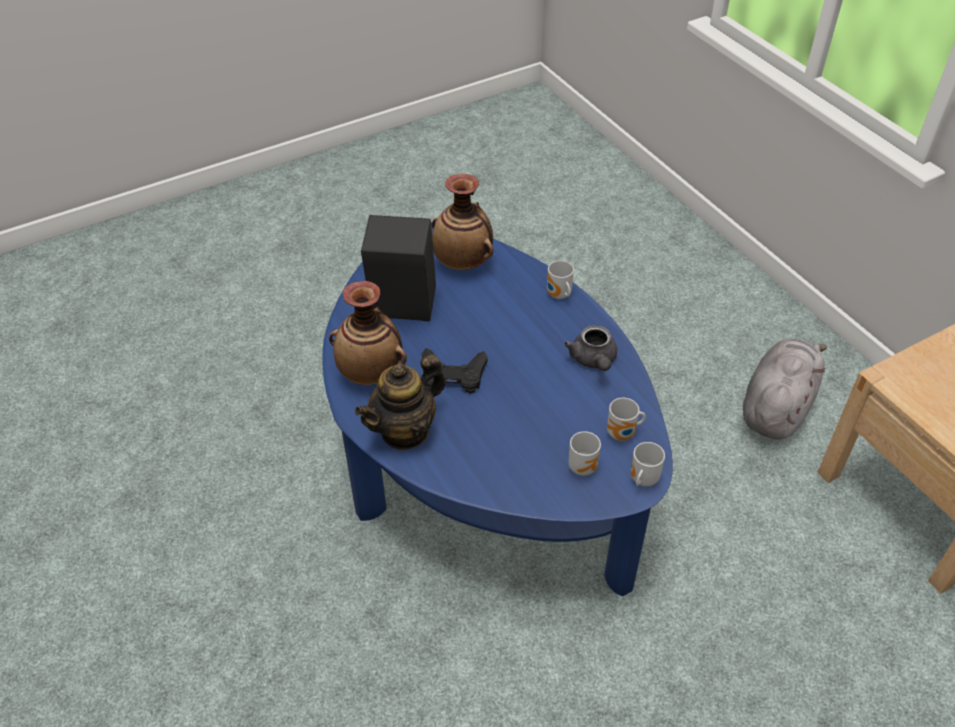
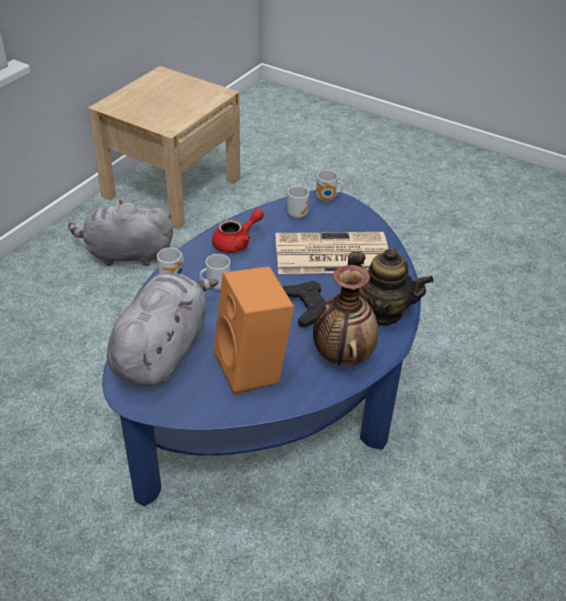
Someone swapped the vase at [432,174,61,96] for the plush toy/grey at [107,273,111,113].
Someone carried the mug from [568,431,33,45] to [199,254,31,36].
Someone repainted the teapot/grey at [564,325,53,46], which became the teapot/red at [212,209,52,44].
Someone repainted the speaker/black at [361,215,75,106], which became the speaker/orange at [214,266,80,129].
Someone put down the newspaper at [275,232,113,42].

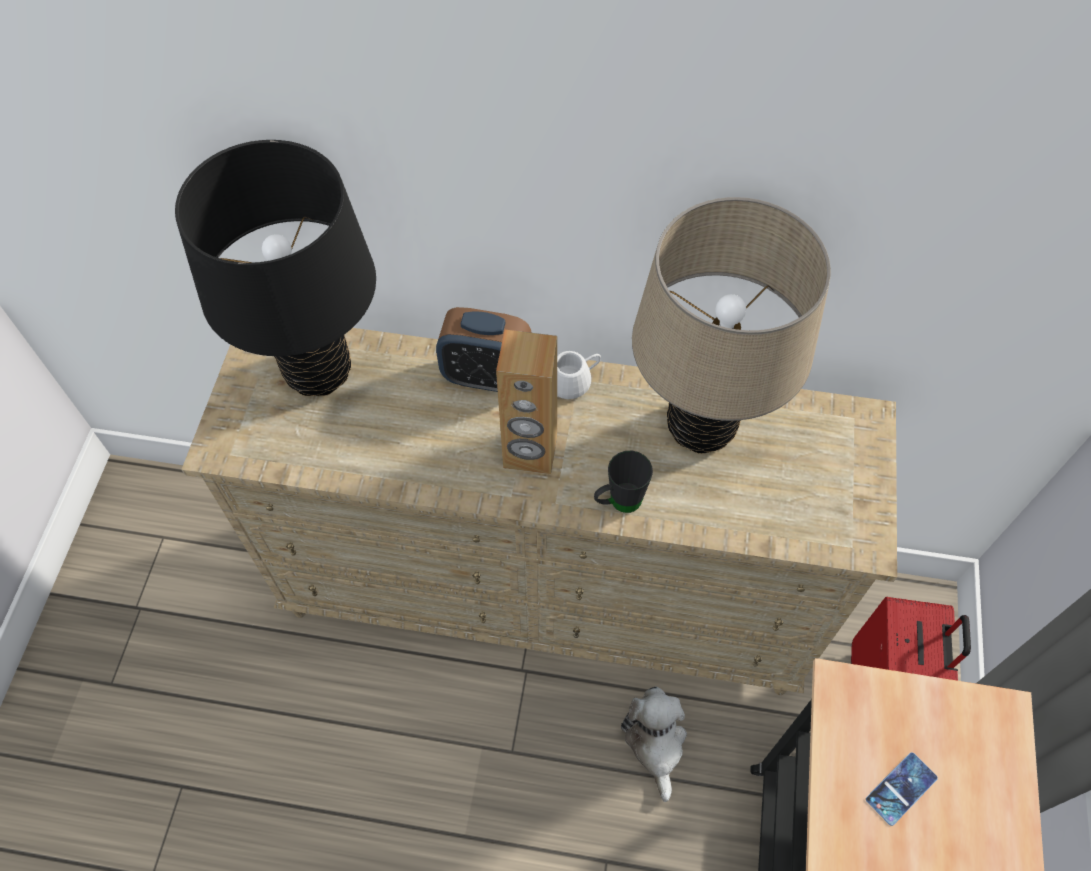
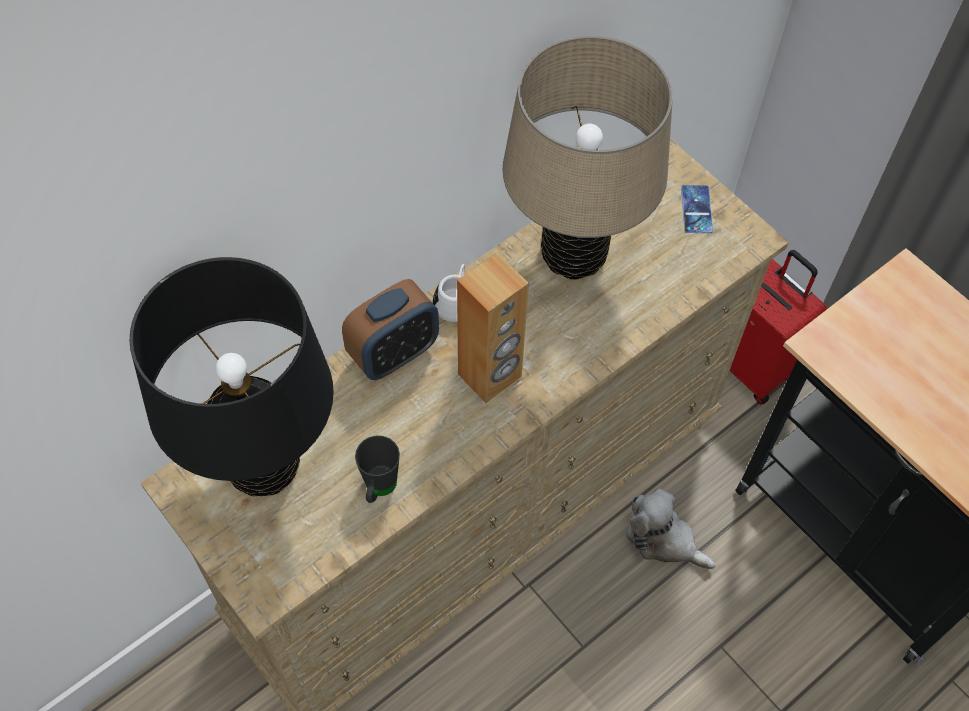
Someone carried the mug/black from [594,451,59,62] to [355,435,45,68].
Someone carried the phone from [866,752,72,74] to [681,185,32,48].

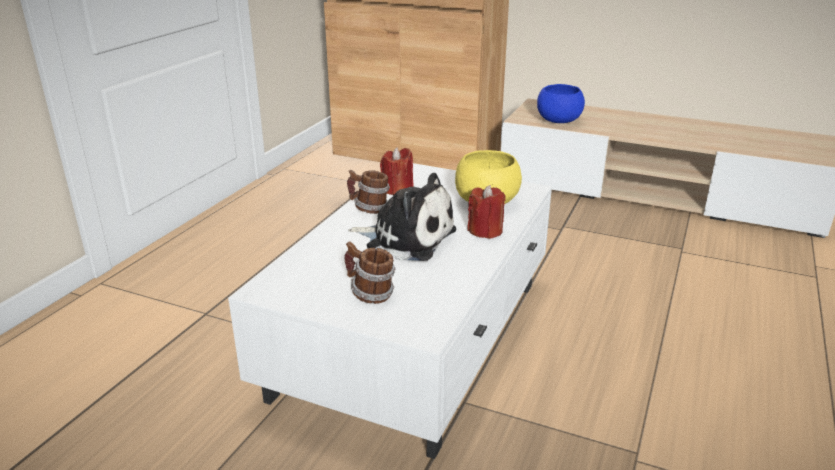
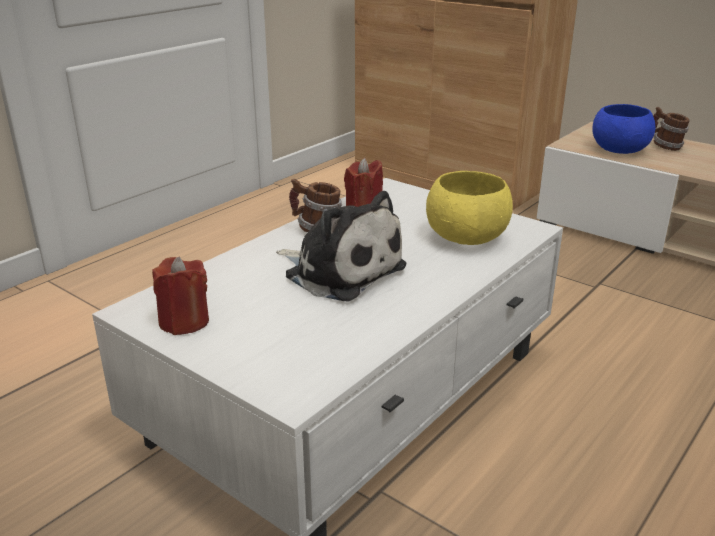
Someone carried the candle/red from [467,185,39,54] to [152,256,57,79].
Someone carried the mug from [344,241,52,63] to [653,107,37,44].

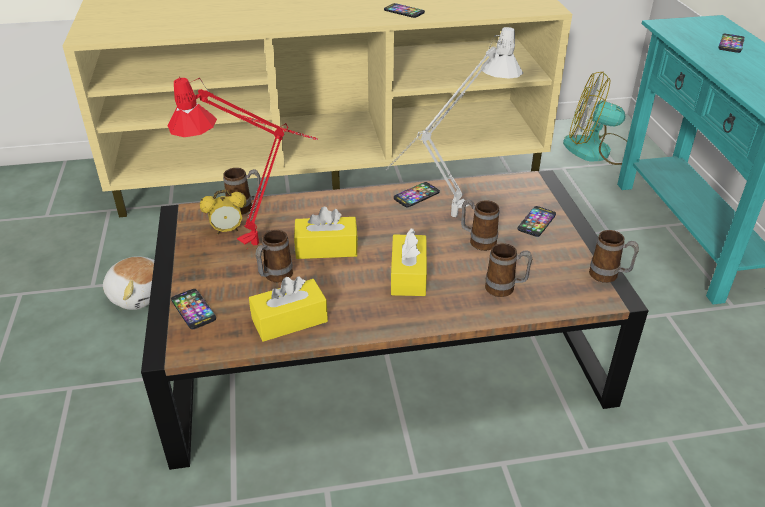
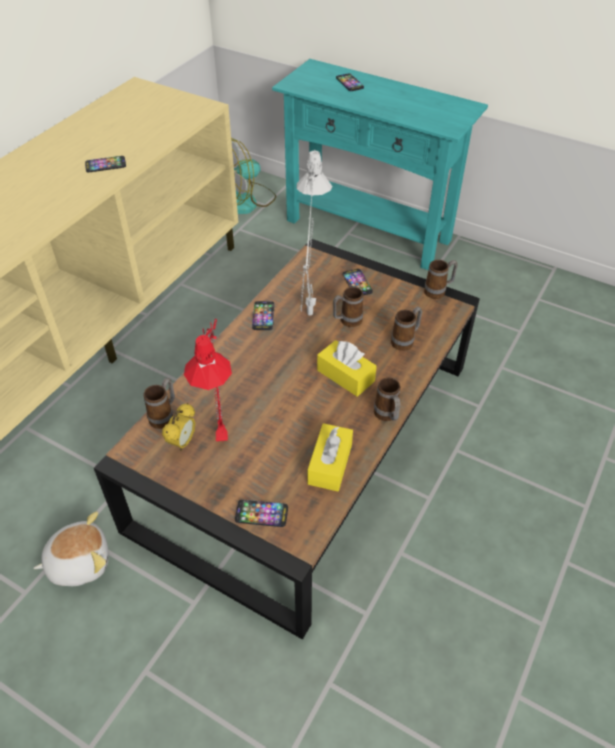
Someone carried the mug from [256,230,37,52] to [374,377,27,44].
Someone took away the tissue box/yellow at [294,206,64,53].

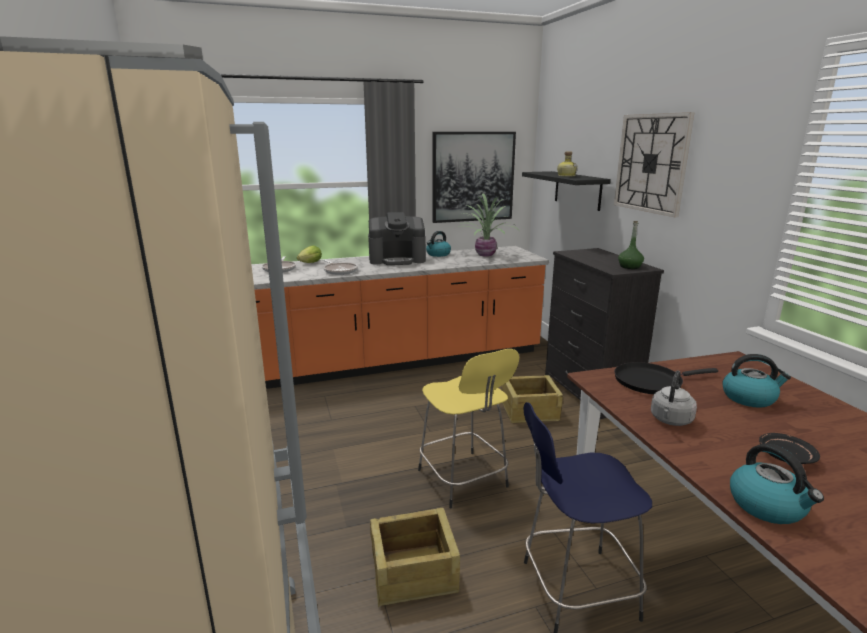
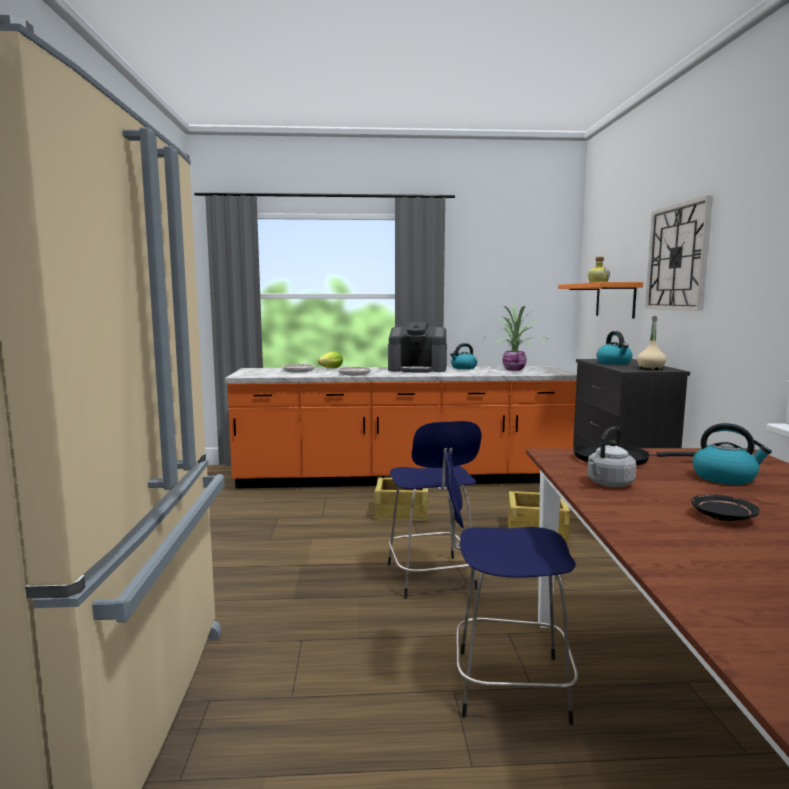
Someone carried the crate from [370,508,90,99] to [374,477,54,44].
Someone repainted the stool/yellow at [418,349,101,160], which became the stool/blue at [388,421,93,178].
Someone repainted the shelf/black at [522,171,89,40], which became the shelf/orange at [558,282,85,36].
Someone carried the kettle from [730,443,94,81] to [596,331,36,34].
Someone repainted the bottle/green at [618,221,26,48], which became the bottle/beige at [637,316,30,54].
Someone took away the picture at [432,132,84,91].

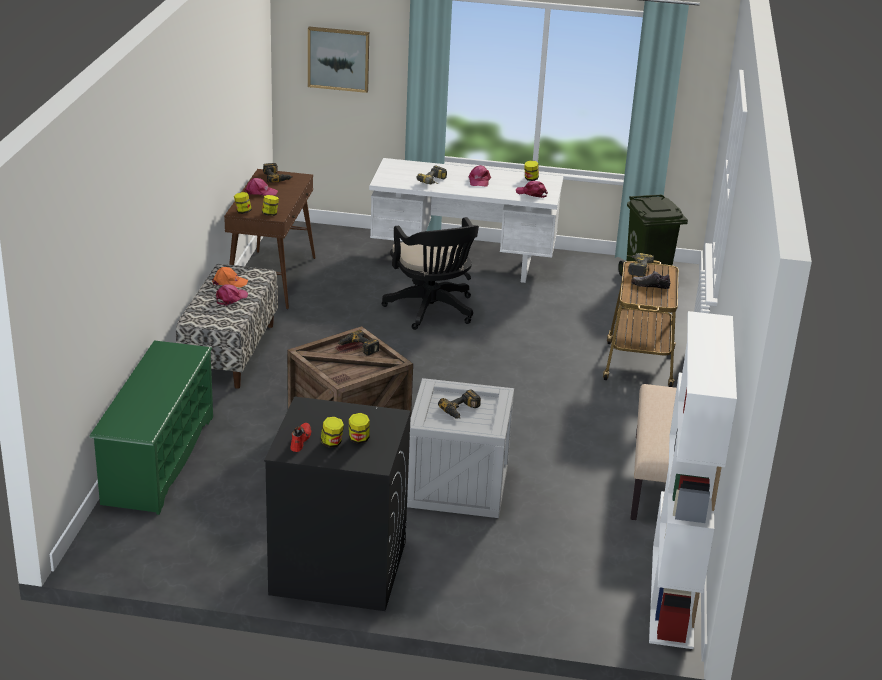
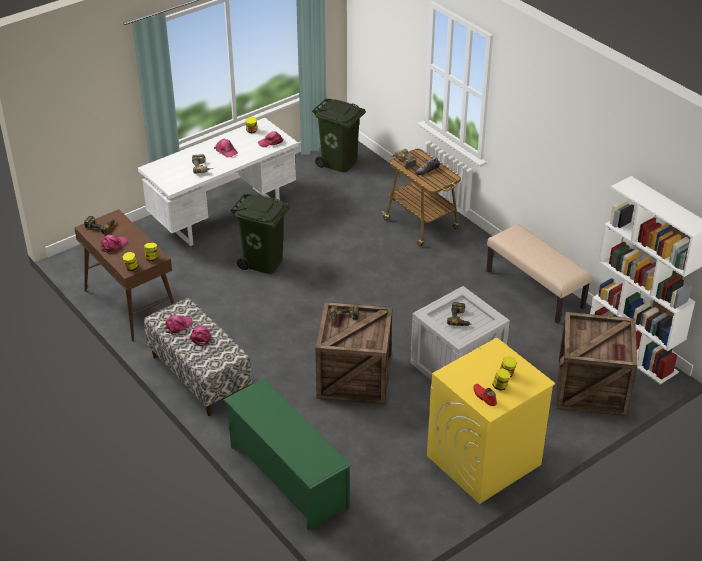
Someone repainted the cap/orange at [212,267,36,21], which became the cap/pink at [166,315,27,20].
Someone swapped the office chair/black at [382,217,97,113] for the trash can/green at [231,194,59,80].
Someone repainted the washing machine/black at [264,396,147,215], which became the washing machine/yellow at [427,337,128,167].
Someone put down the crate at [557,312,80,104].
Someone took away the picture at [308,27,61,66].

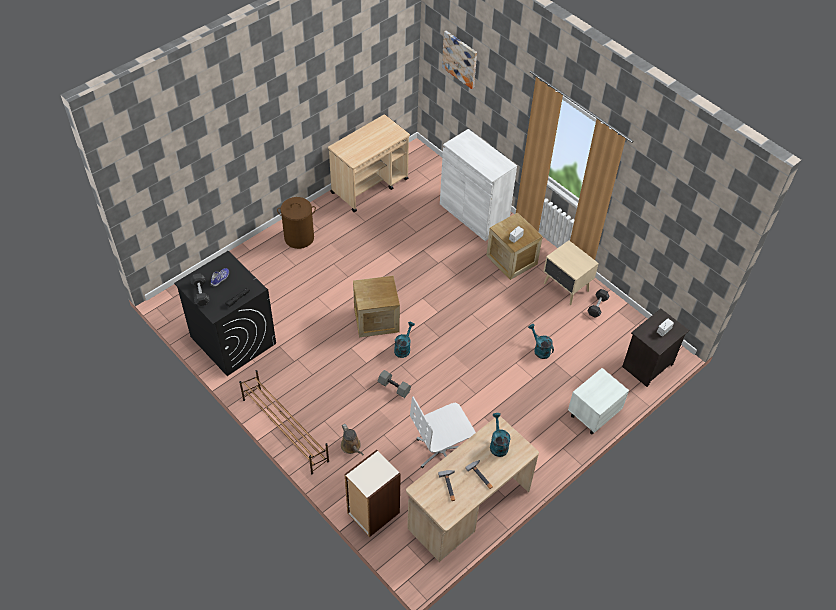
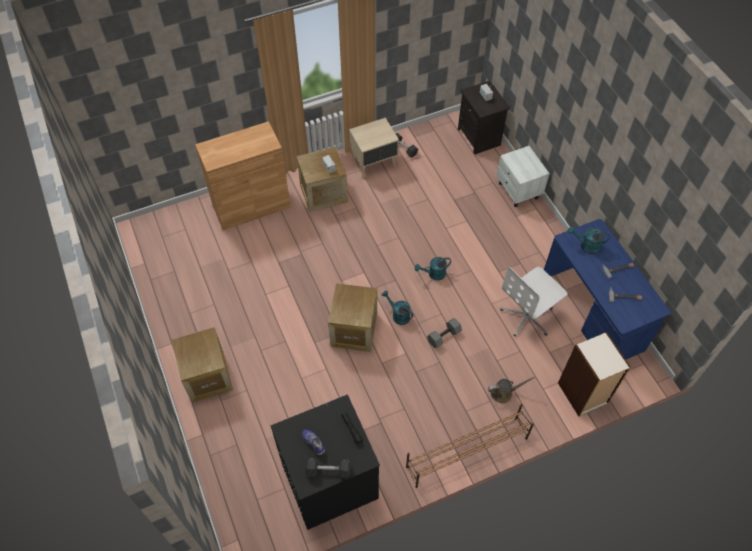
Someone swapped the laundry basket/brown at [277,197,39,52] for the crate at [172,327,61,75].
Someone repainted the cabinet/white at [440,129,77,112], which became the cabinet/brown at [195,121,96,109].
Someone carried the watering can/turquoise from [528,324,26,35] to [415,257,36,23].
Someone rotated the office chair/white at [410,396,66,72] by 60 degrees clockwise.
Someone repainted the desk/beige at [406,416,133,146], which became the desk/blue at [544,219,127,140].
Someone took away the cart/beige at [328,114,82,98].
Someone took away the picture at [442,31,35,58].

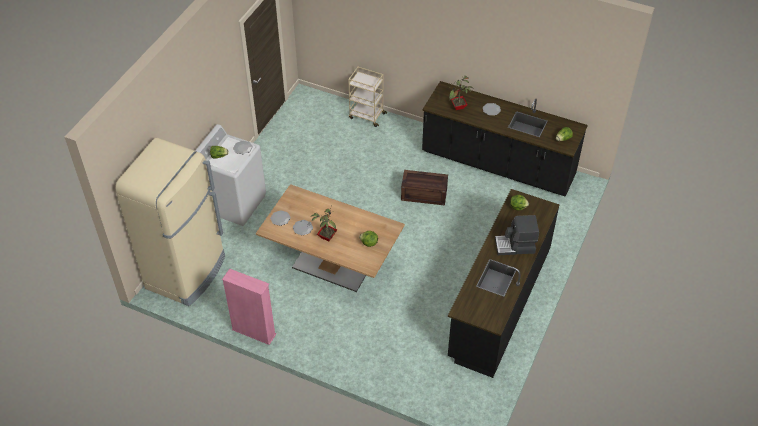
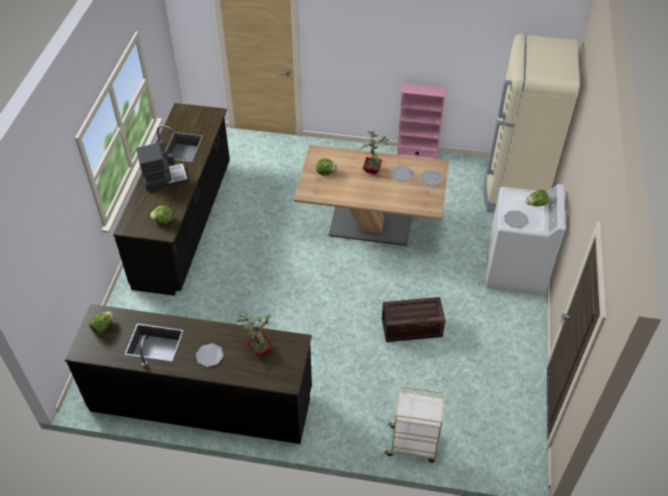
Someone carried the crate from [401,170,47,35] to [382,297,64,45].

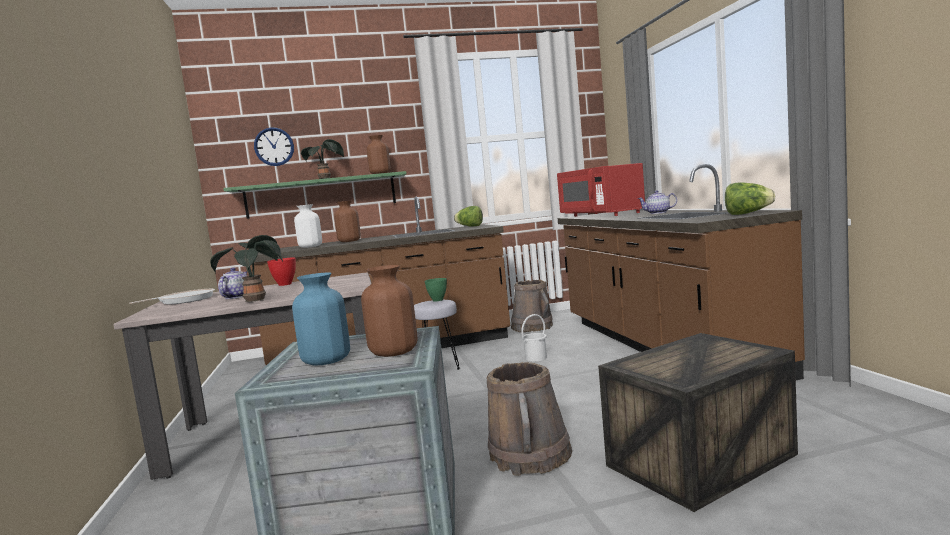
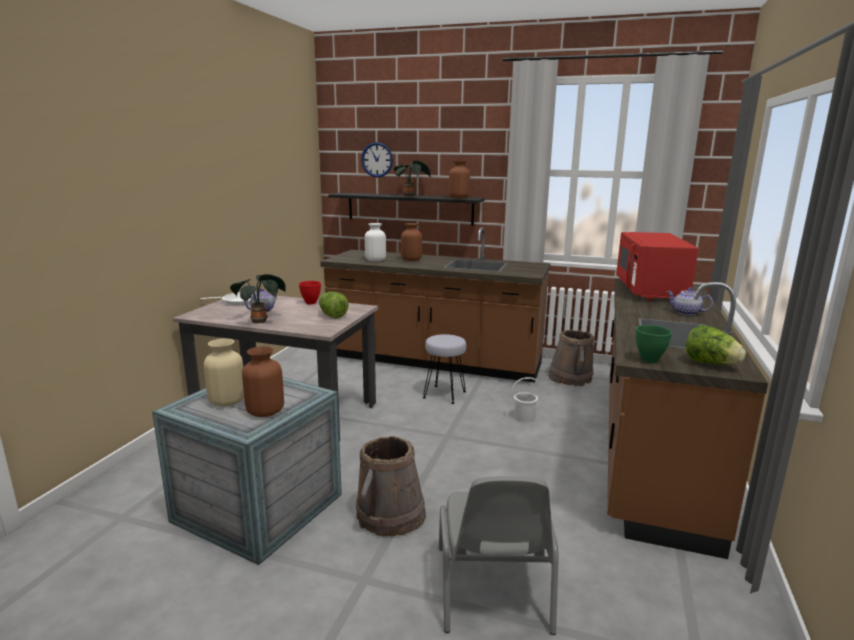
Someone repainted the vase/blue at [292,273,58,92], which became the vase/beige at [204,338,40,69].
Someone carried the lettuce from [454,206,29,21] to [319,292,30,27].
Someone repainted the shelf/green at [223,171,184,47], which became the shelf/black at [328,193,157,33].
Someone swapped the crate at [598,333,200,179] for the chair/grey at [439,476,120,159].
Someone carried the bowl/green from [425,278,22,23] to [636,325,36,38].

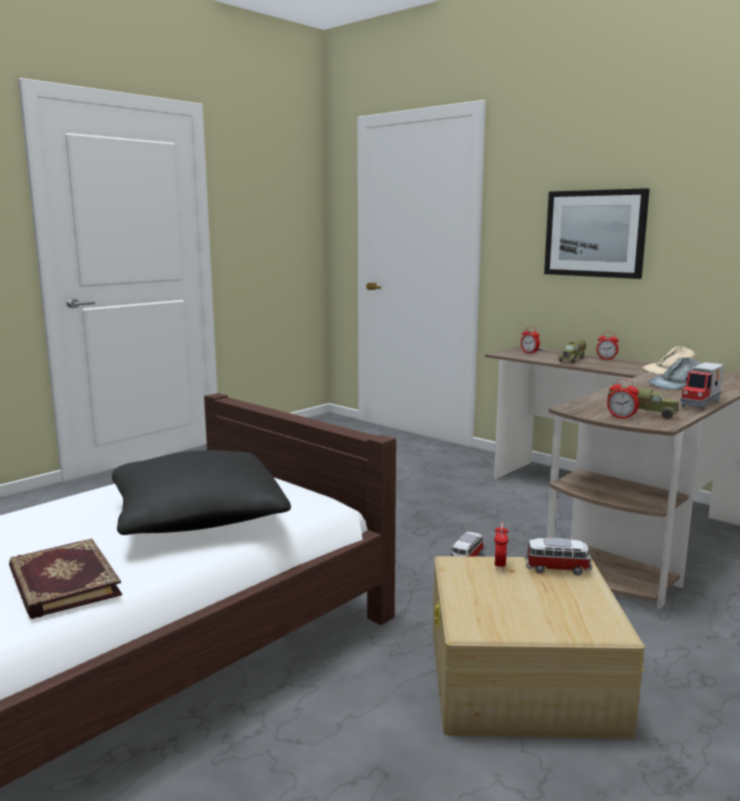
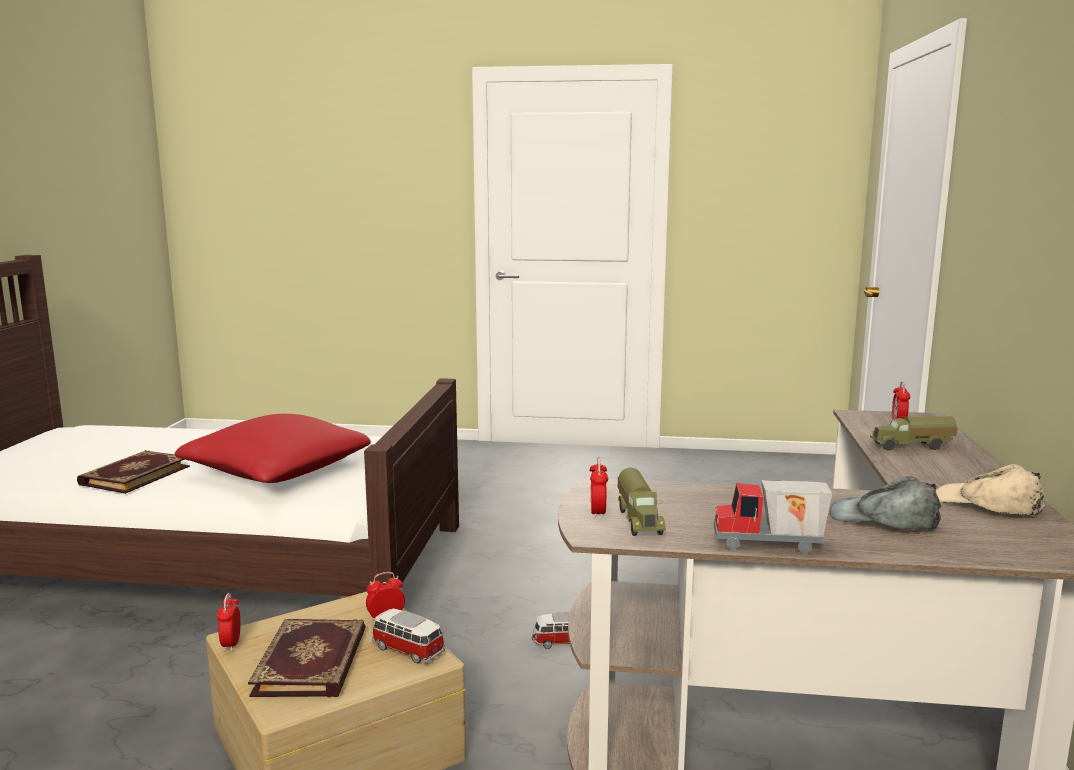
Someone repainted the pillow/black at [112,450,179,85], which became the pillow/red at [175,414,196,69].
Someone carried the alarm clock from [596,332,23,28] to [217,593,24,58].
Someone put down the book at [248,619,118,79].
Someone rotated the toy car at [525,537,67,38] by 150 degrees clockwise.
Someone took away the picture at [544,188,106,91].

